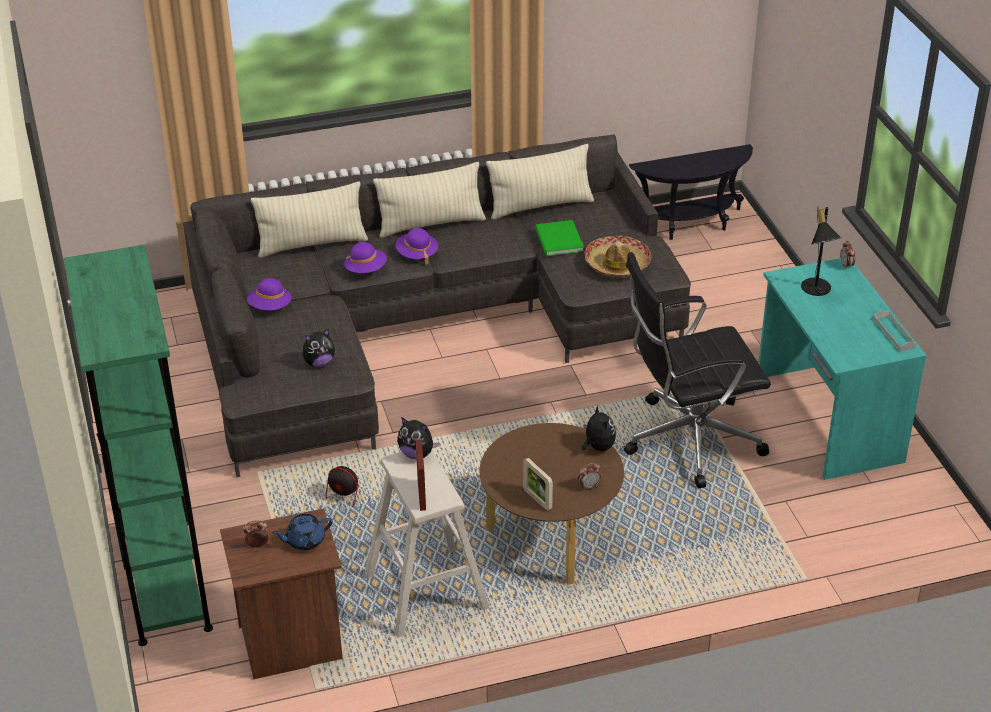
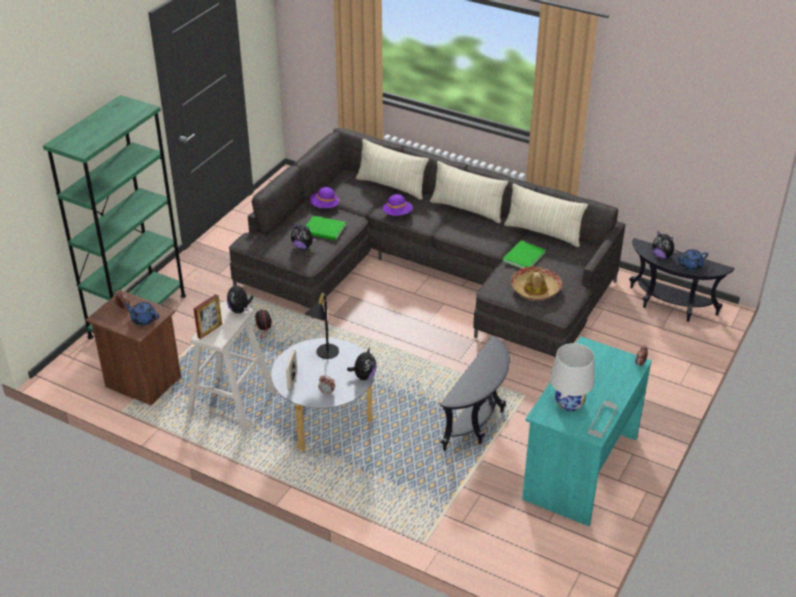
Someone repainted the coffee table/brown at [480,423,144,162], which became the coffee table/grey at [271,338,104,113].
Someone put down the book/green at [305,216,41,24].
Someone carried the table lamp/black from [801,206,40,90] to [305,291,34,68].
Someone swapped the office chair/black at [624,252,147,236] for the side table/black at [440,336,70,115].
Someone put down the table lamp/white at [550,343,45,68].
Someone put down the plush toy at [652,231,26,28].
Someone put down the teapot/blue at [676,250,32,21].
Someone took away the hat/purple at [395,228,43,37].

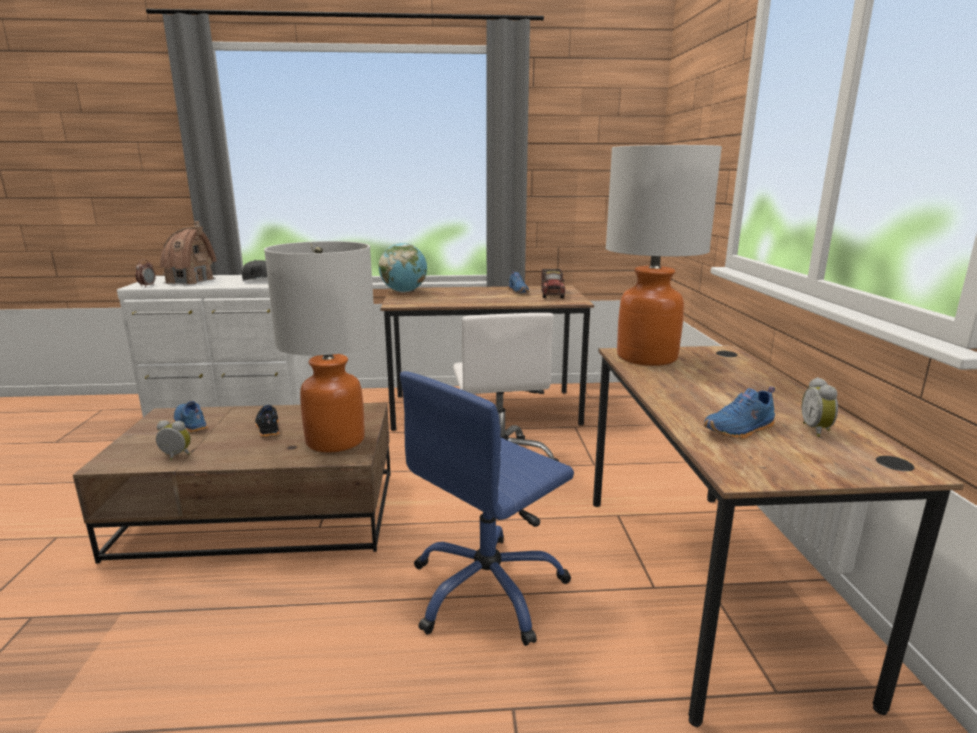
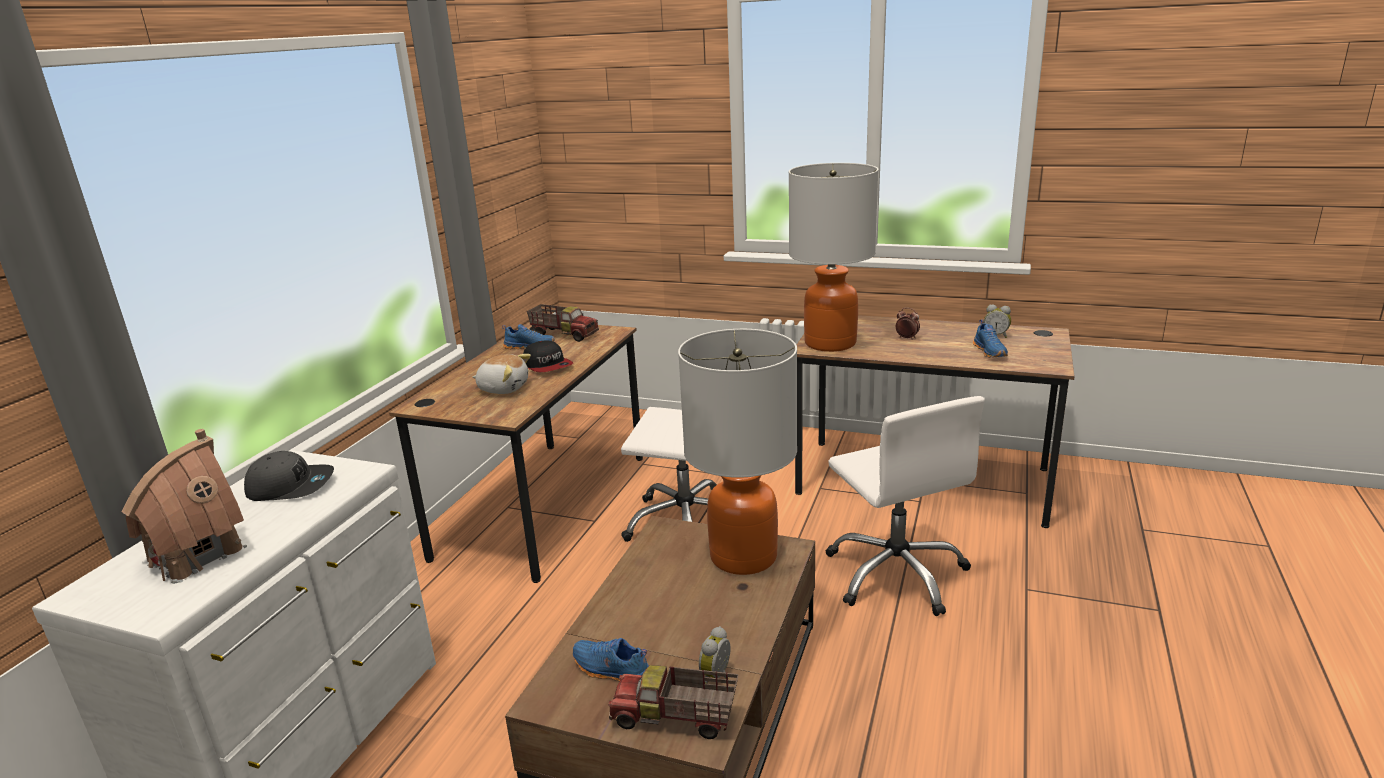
Someone put down the plush toy at [473,354,58,40].
Someone put down the cap at [523,341,50,31].
Someone rotated the shoe/blue at [174,401,34,32] by 45 degrees clockwise.
Someone put down the toy truck at [608,665,130,74].
Someone repainted the office chair/blue at [400,371,174,275], which became the office chair/white at [826,396,159,220].
Someone carried the alarm clock from [135,259,21,28] to [896,308,24,31].
Someone took away the shoe/black at [255,405,25,32].
Someone took away the globe at [379,243,48,49].

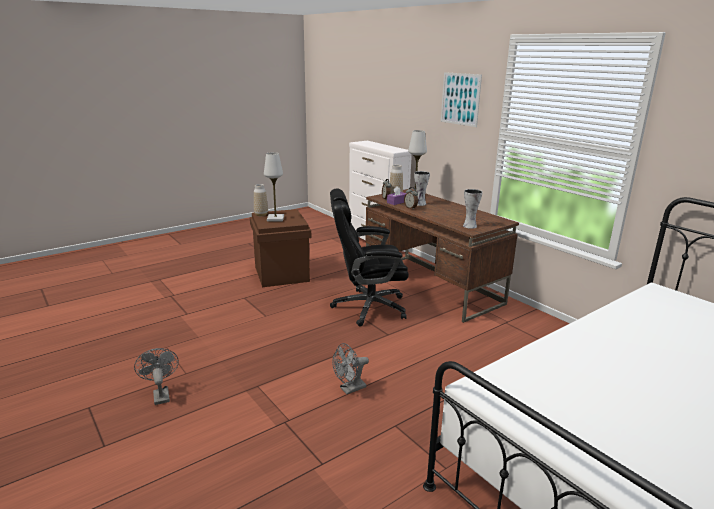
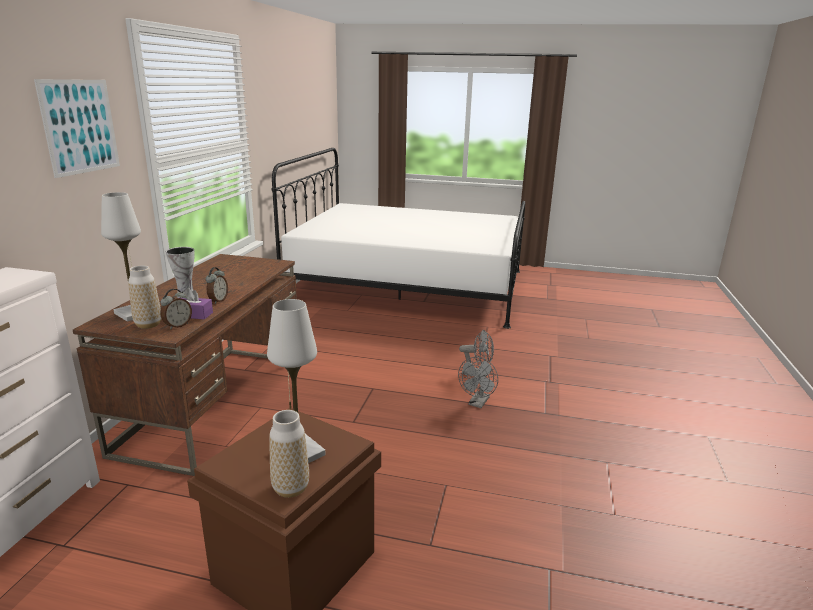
Someone carried the fan/grey from [134,348,45,57] to [458,357,40,51].
Someone took away the office chair/black at [330,188,79,139].
Someone took away the vase at [463,189,20,40].

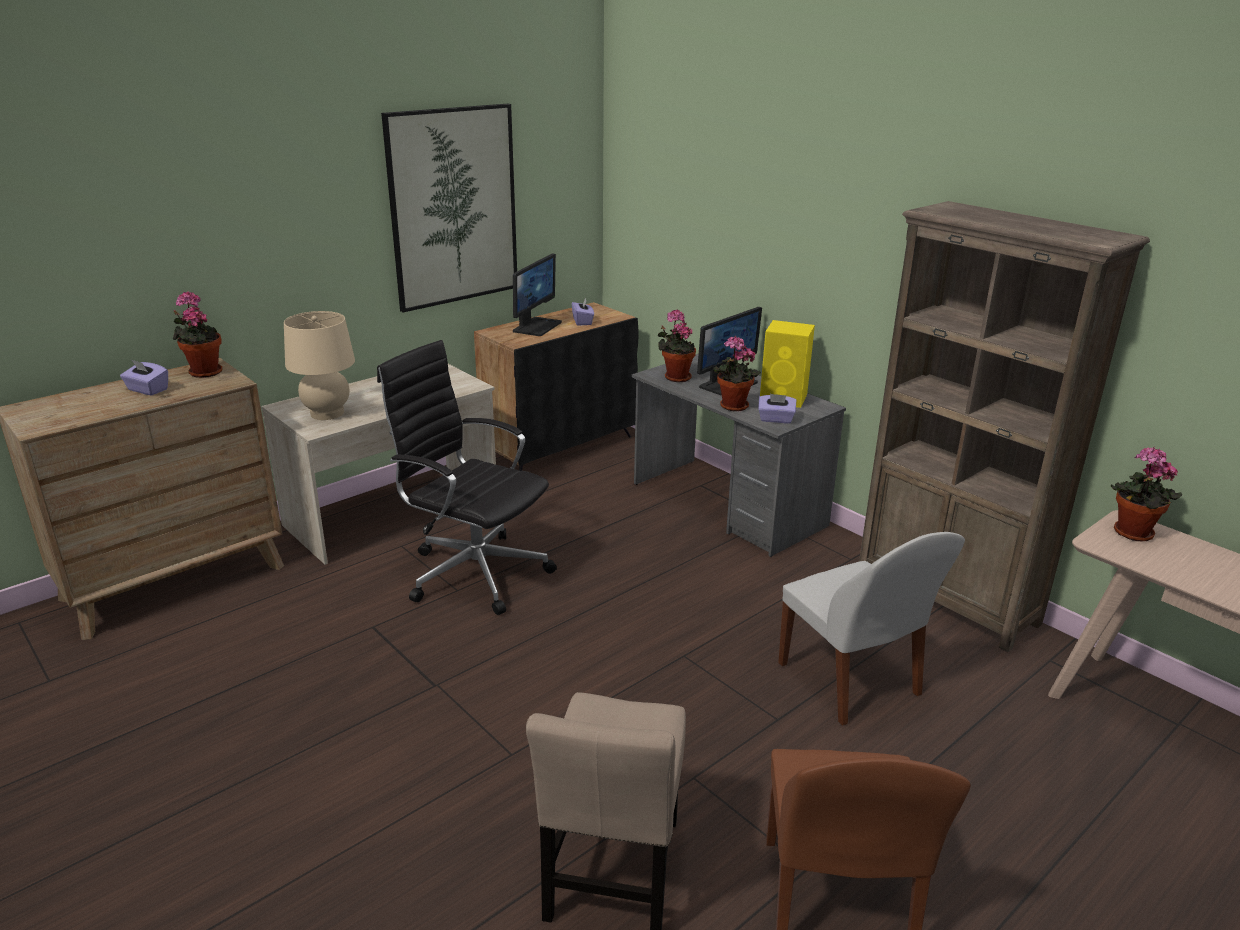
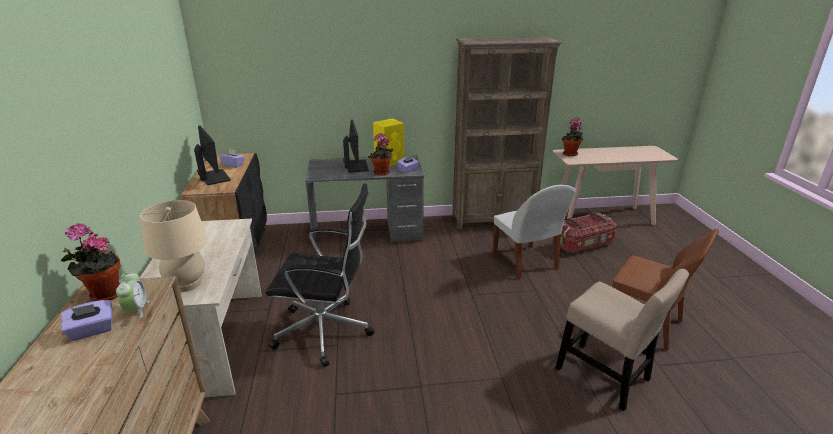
Someone put down the alarm clock at [116,272,33,46].
Someone rotated the office chair/black at [377,340,180,275] by 150 degrees counterclockwise.
Someone rotated the chair/white at [778,532,187,194] by 60 degrees clockwise.
Someone put down the storage box at [553,213,63,41].
Someone took away the picture at [381,104,136,208].
Someone took away the potted plant at [658,310,38,72].

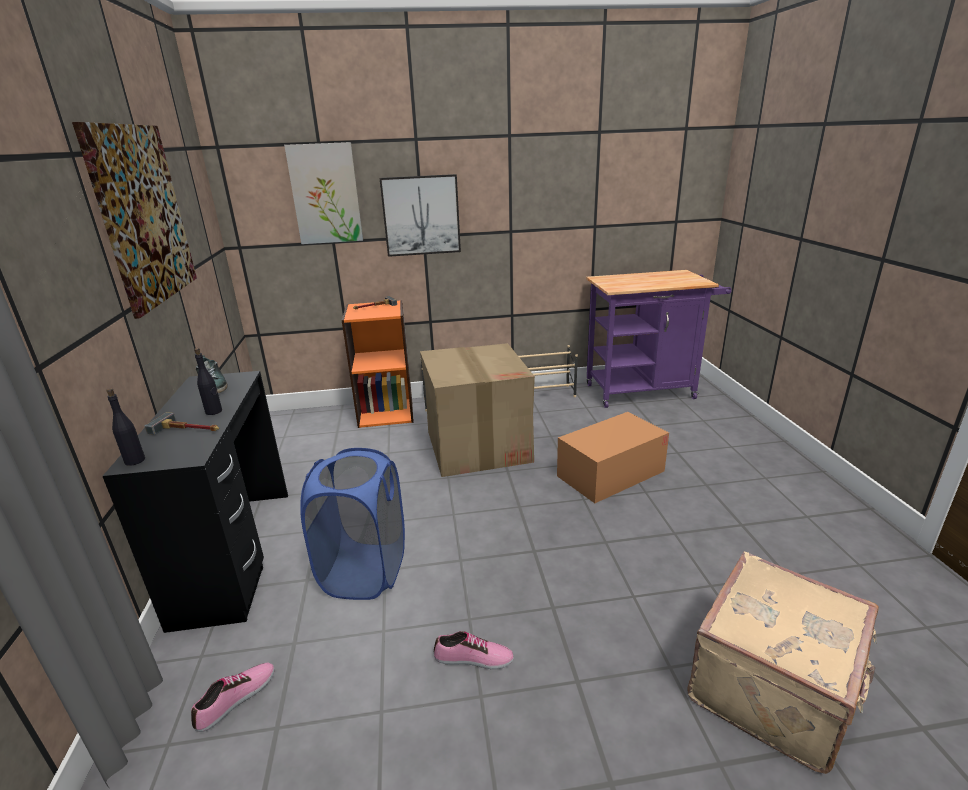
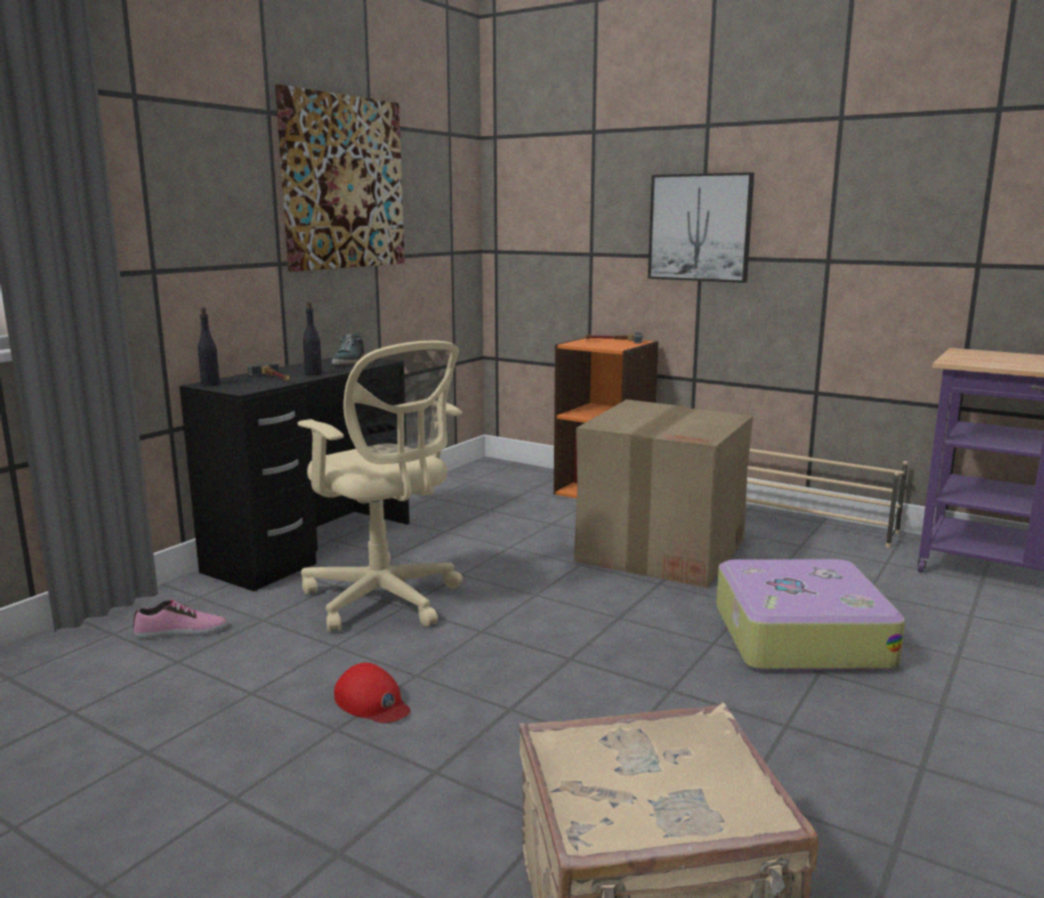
Someone swapped the laundry basket/blue at [300,448,105,152] for the office chair/beige at [298,341,165,291].
Someone swapped the shoe at [434,631,80,38] for the cap/red at [334,662,76,61].
Someone swapped the cardboard box at [557,412,112,91] for the suitcase at [716,559,189,112].
Someone took away the picture at [284,142,79,102].

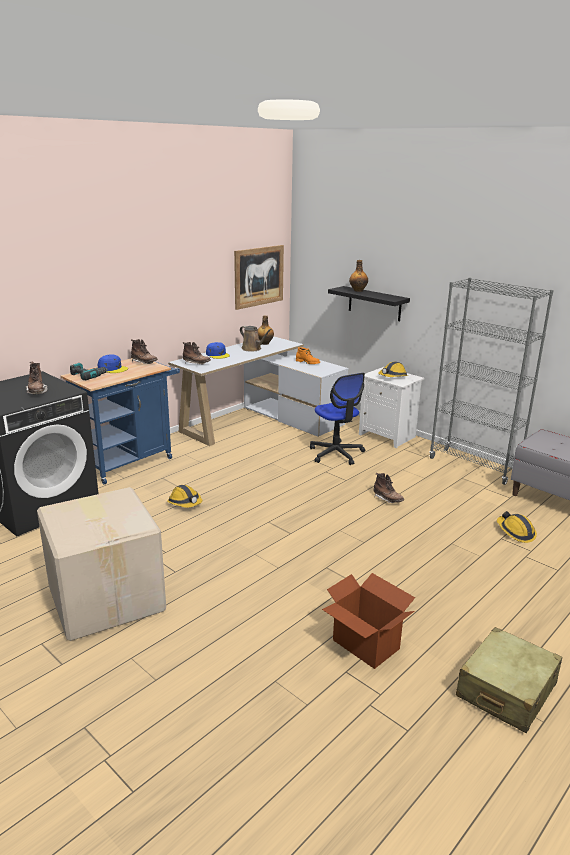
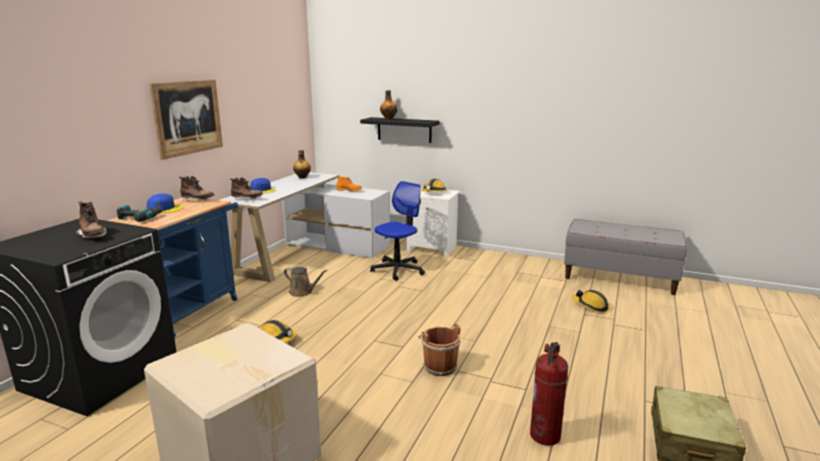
Someone carried the picture from [234,245,50,65] to [149,80,74,80].
Someone carried the watering can/brown from [240,326,32,26] to [284,267,43,30].
Someone rotated the office chair at [310,373,55,92] by 90 degrees counterclockwise.
Someone put down the bucket/brown at [419,323,42,53].
Someone swapped the cardboard box at [322,573,93,96] for the fire extinguisher at [530,342,38,104].
Someone took away the boot/brown at [373,473,31,30].
Someone took away the bookcase/grey at [429,278,125,207].

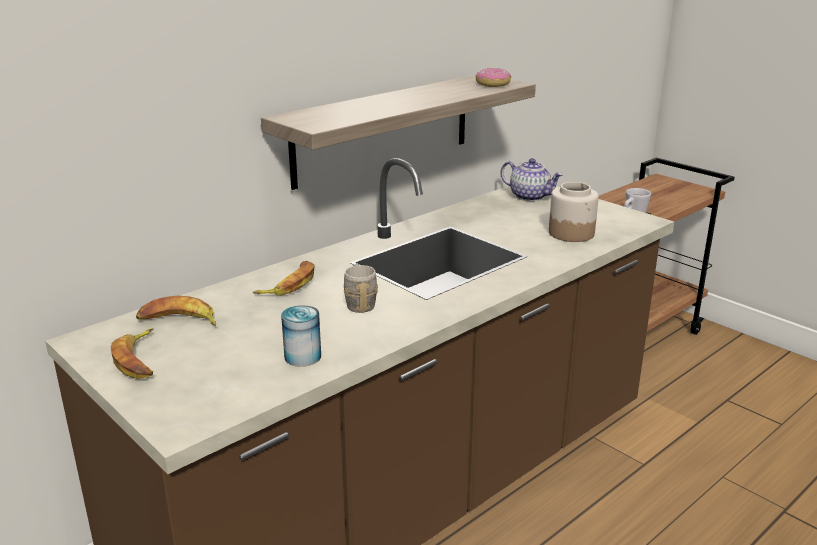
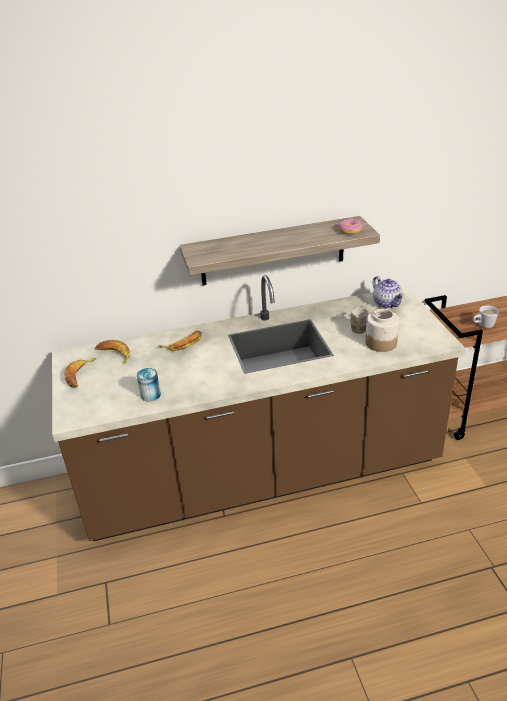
Someone carried the mug/grey from [344,264,34,49] to [350,306,19,28].

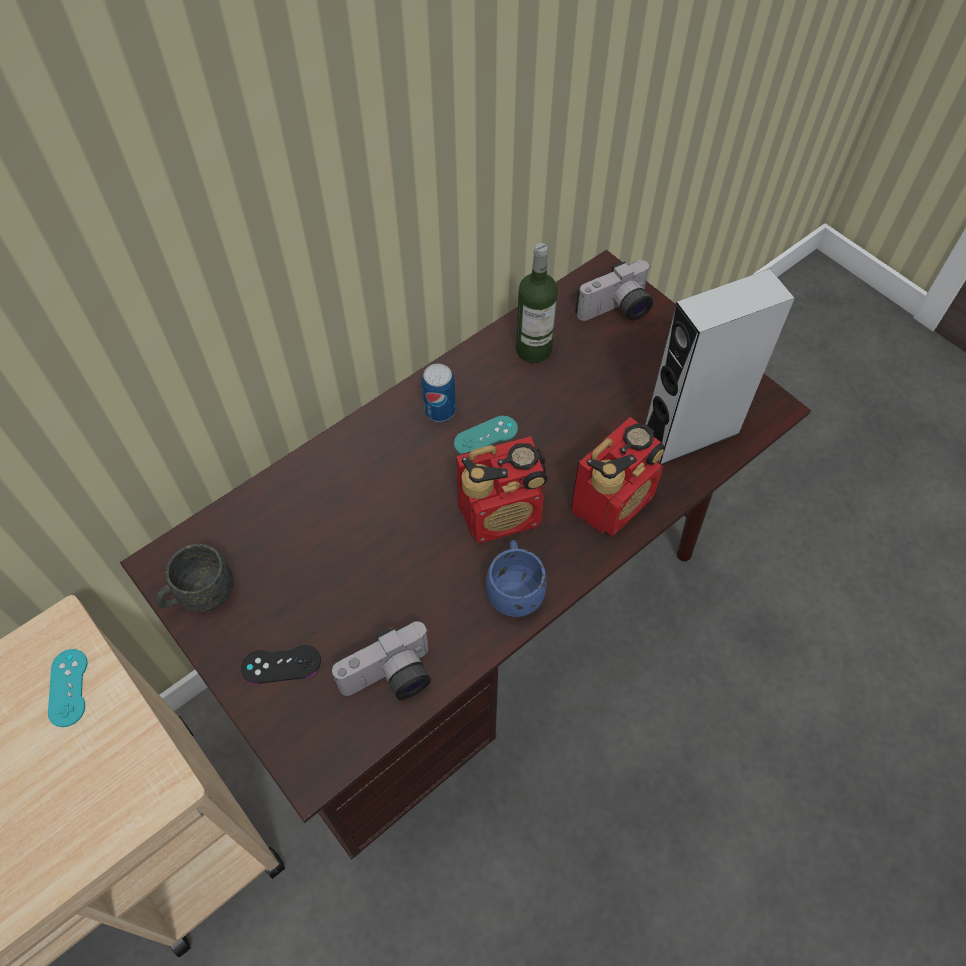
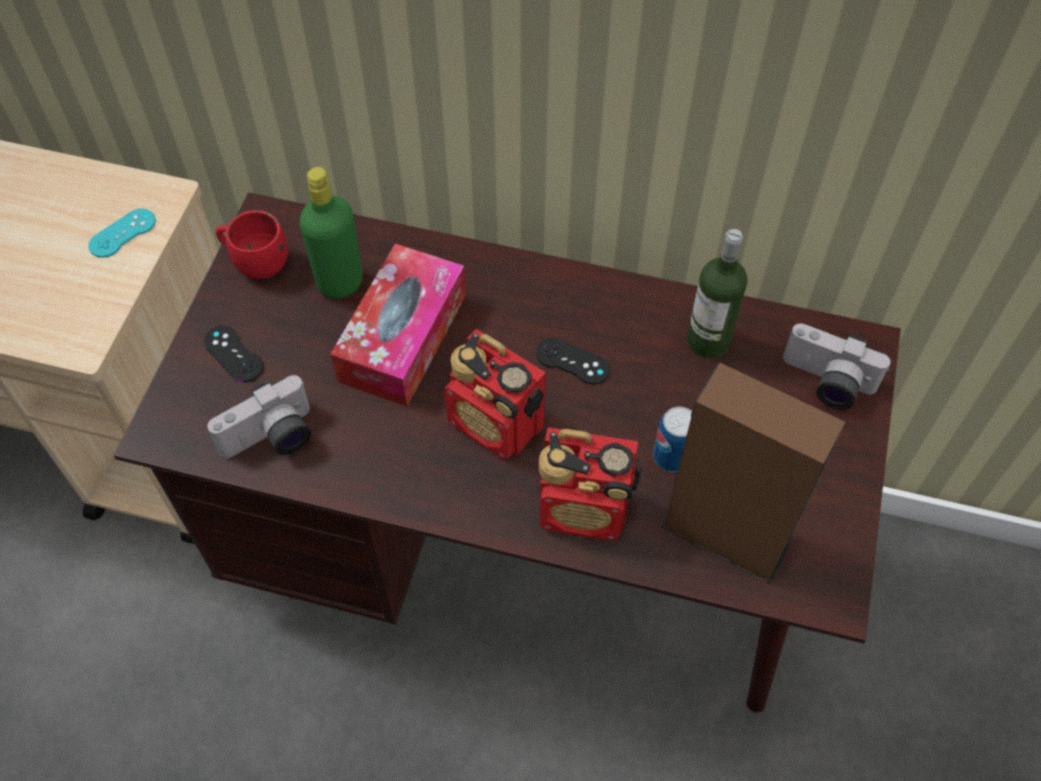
Someone rotated the photo camera at [332,621,99,79] by 60 degrees counterclockwise.
Someone repainted the mug/grey at [155,544,78,68], which became the mug/red at [216,210,72,69].
Someone put down the bottle/green at [300,167,63,132].
Someone put down the tissue box at [330,244,136,162].
Someone repainted the game controller/turquoise at [454,416,64,38], which became the game controller/black at [536,338,74,47].
Someone carried the can from [422,364,34,58] to [653,407,39,65].
Someone repainted the speaker/grey at [645,269,150,196], which became the speaker/brown at [662,363,183,221].
Someone took away the mug/blue at [486,540,61,77].

